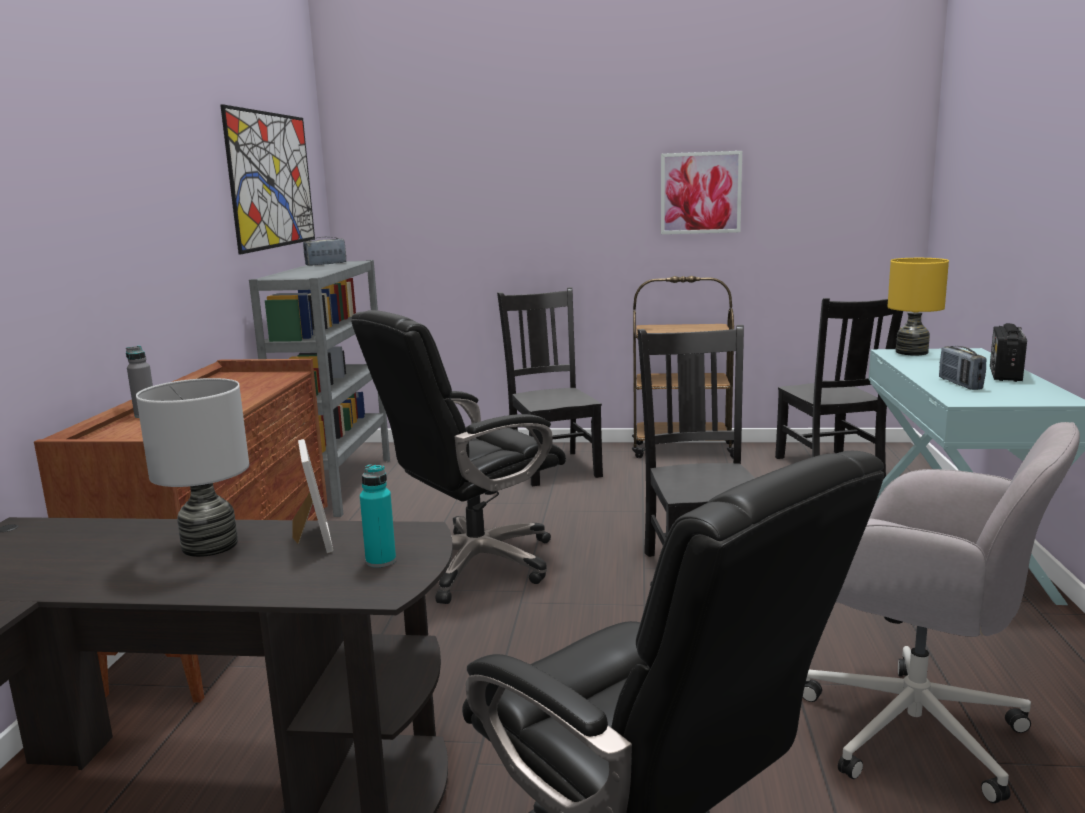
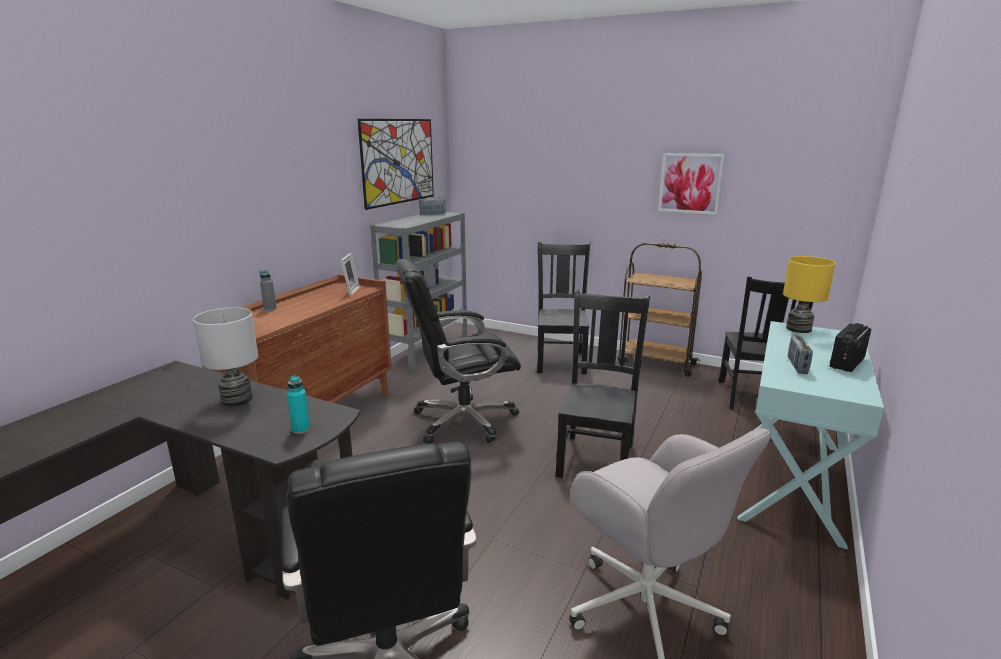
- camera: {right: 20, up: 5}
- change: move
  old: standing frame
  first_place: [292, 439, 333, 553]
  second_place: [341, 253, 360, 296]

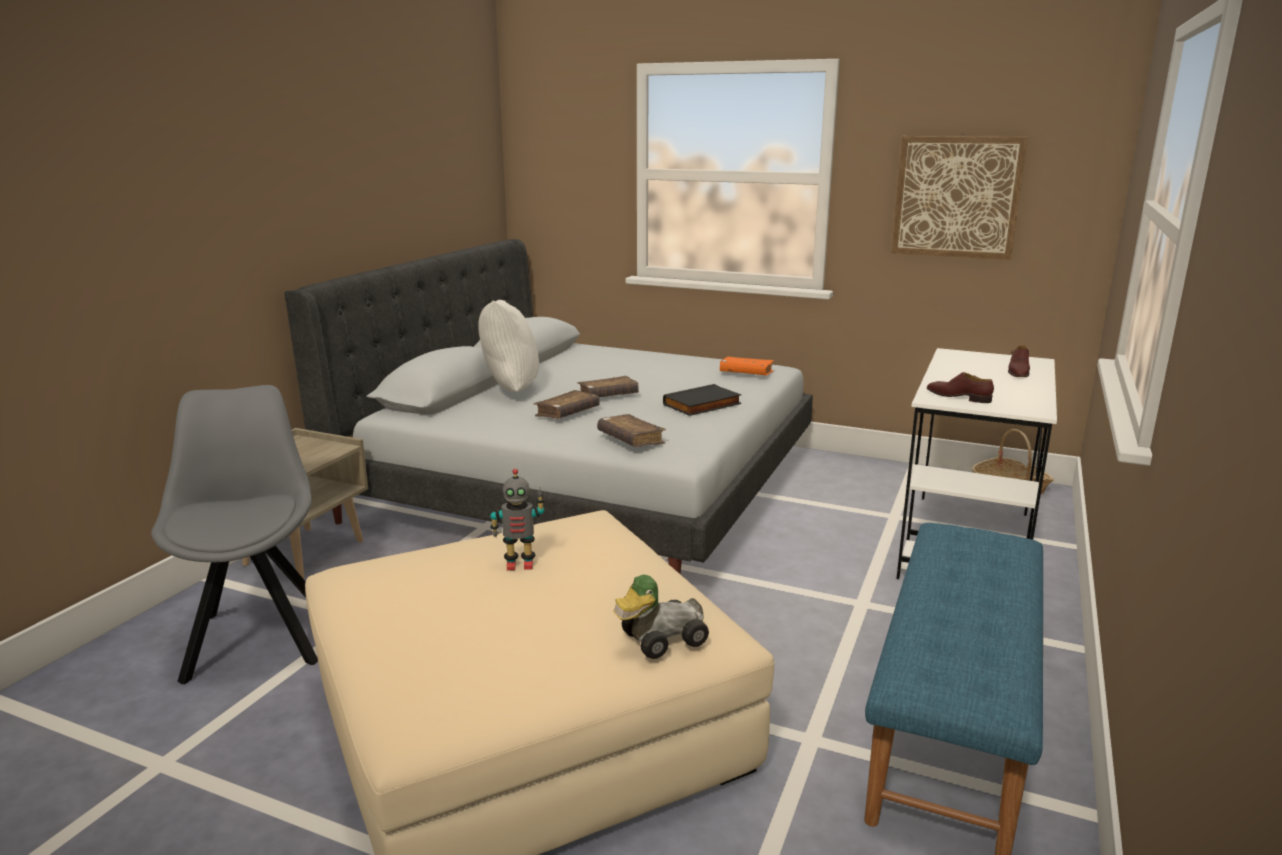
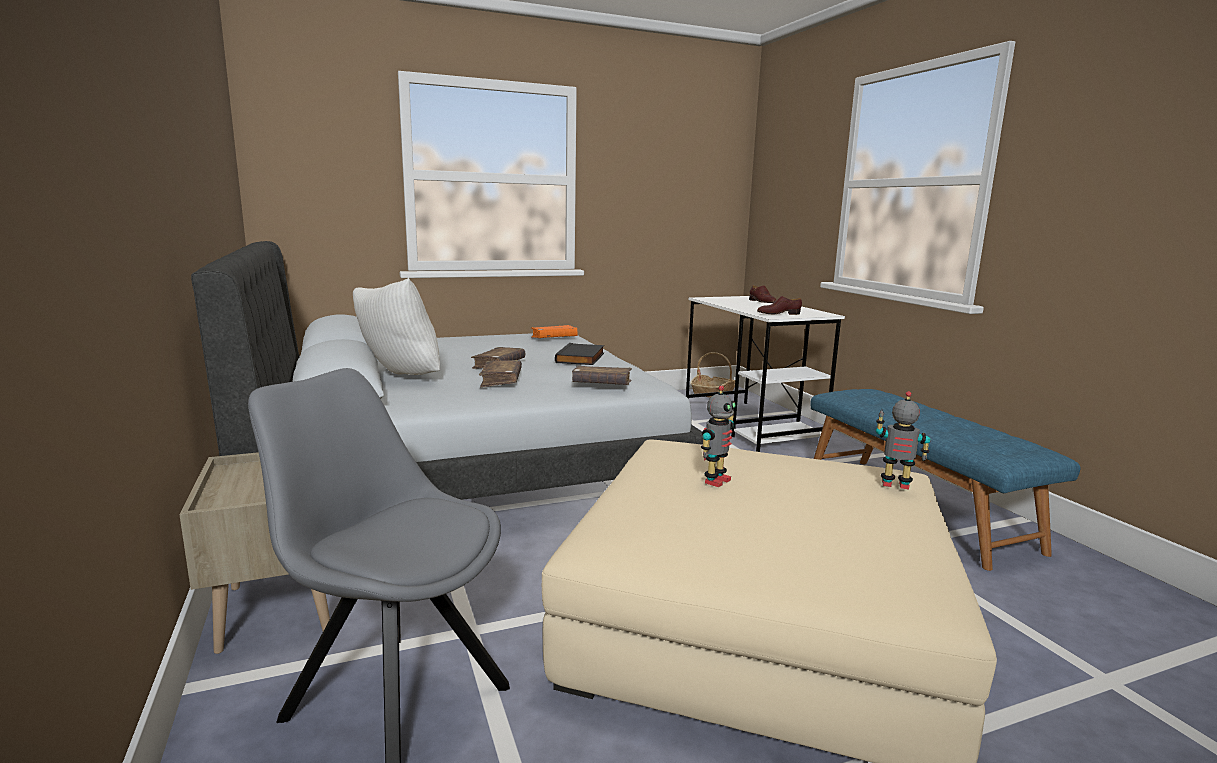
- camera: {right: -45, up: -5}
- change: delete
  old: wall picture
  first_place: [891, 133, 1028, 260]
- change: replace
  old: toy car
  new: robot figure
  first_place: [613, 575, 709, 659]
  second_place: [876, 391, 931, 489]

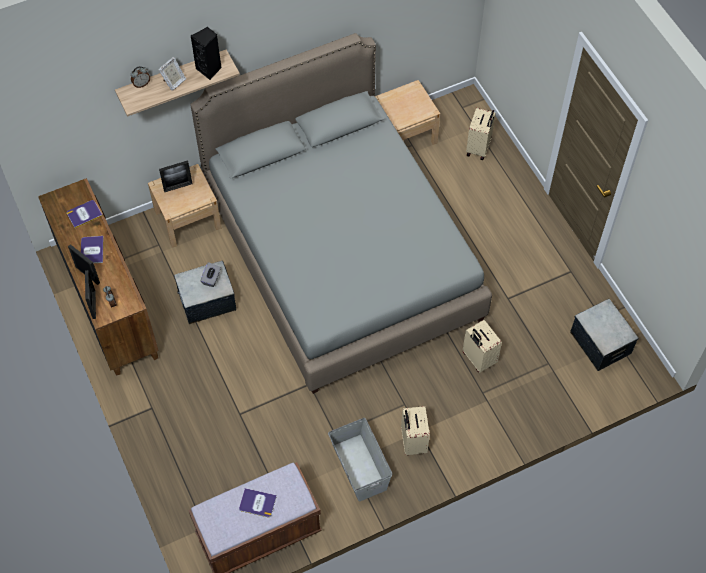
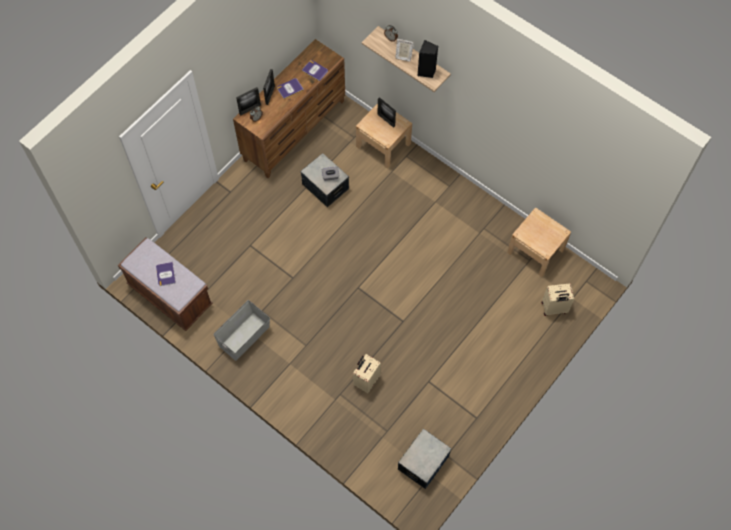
- camera: {right: 65, up: 5}
- change: delete
  old: gray bedroom bed
  first_place: [190, 33, 492, 394]
- change: delete
  old: sand-coloured travel case
  first_place: [401, 406, 430, 455]

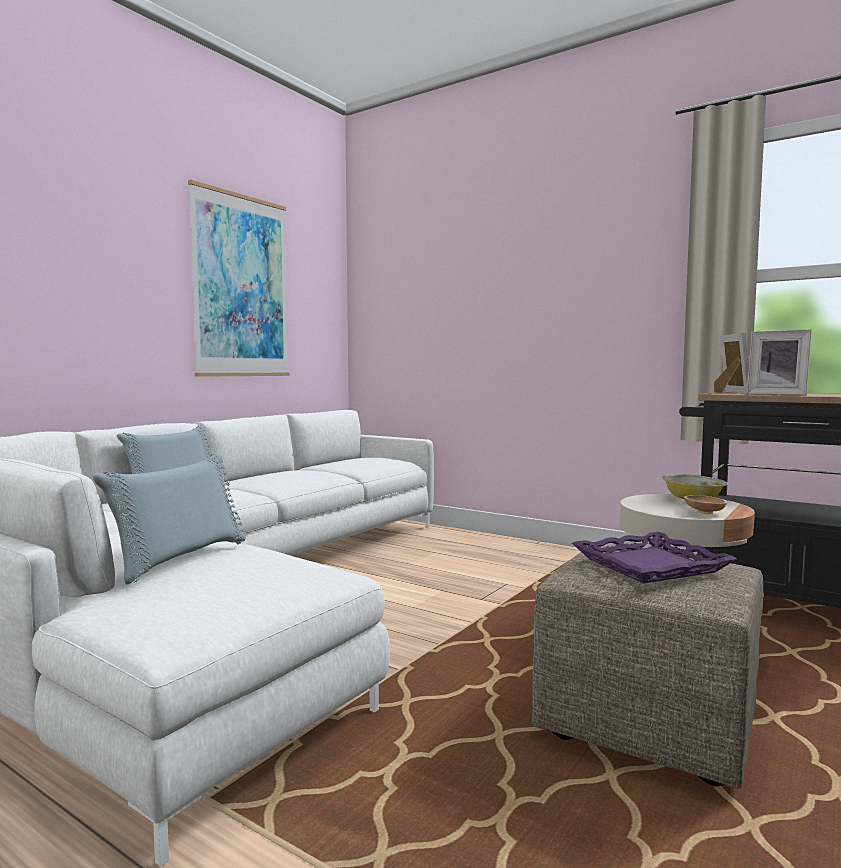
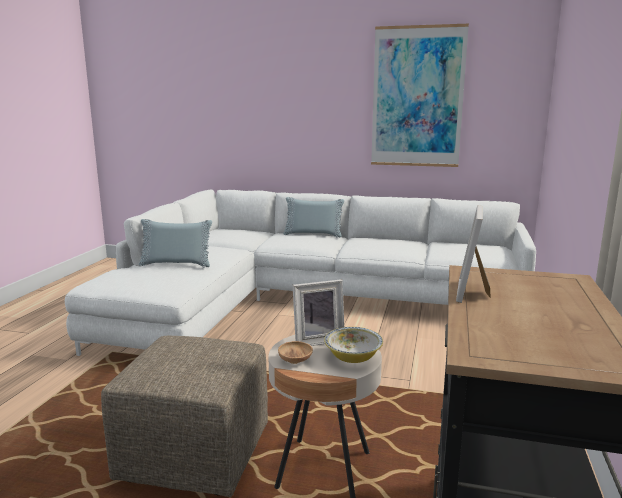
- camera: {right: 70, up: 10}
- change: move
  old: standing frame
  first_place: [714, 333, 749, 393]
  second_place: [293, 279, 344, 346]
- change: delete
  old: purple-coloured carrying tray
  first_place: [572, 532, 737, 584]

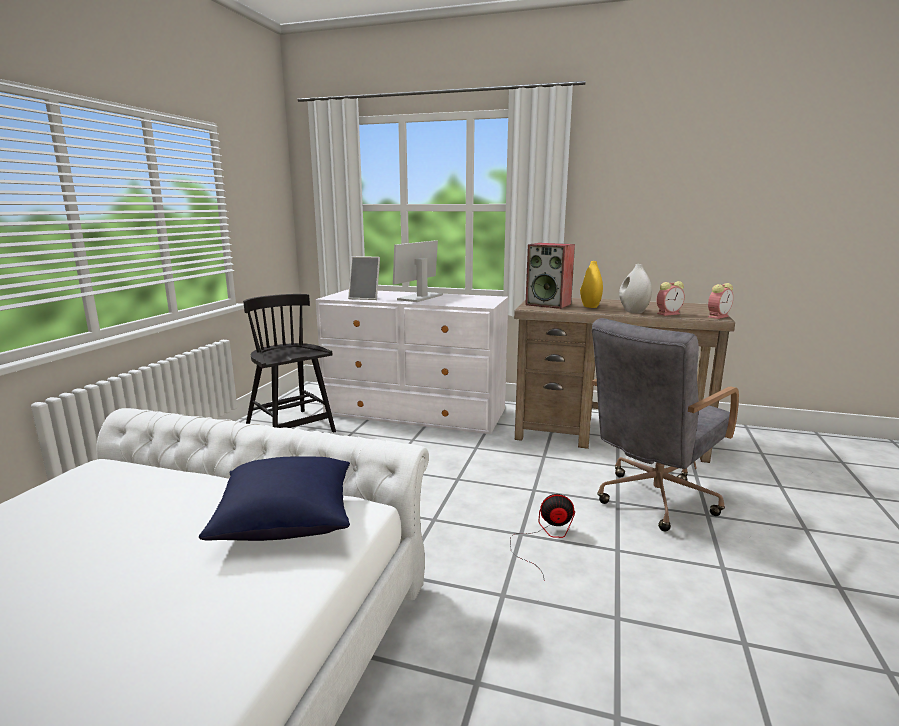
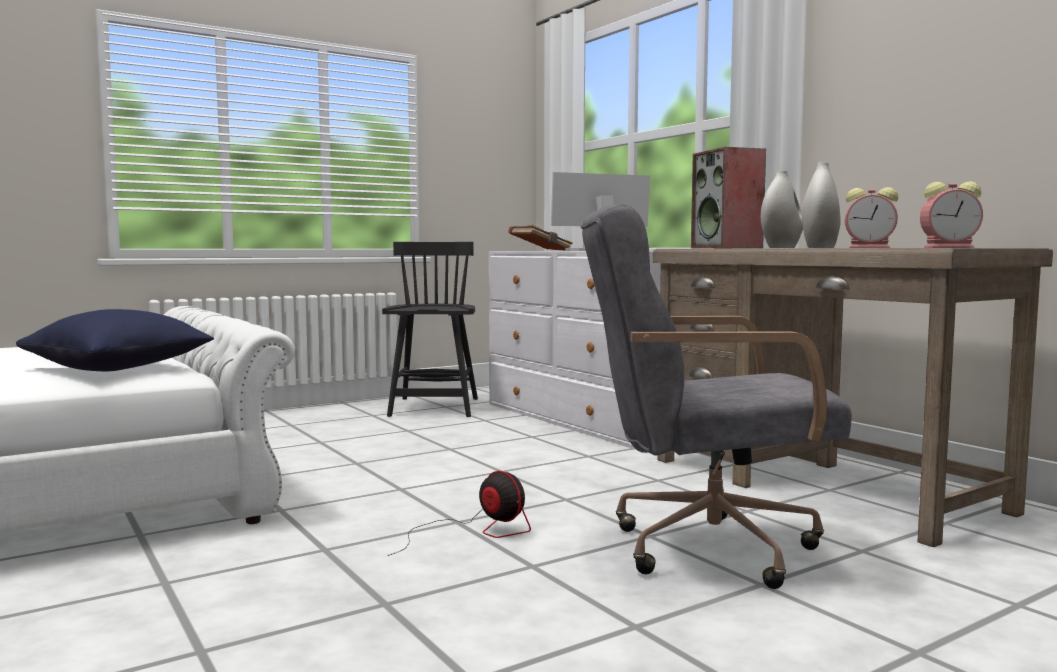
- camera: {right: 40, up: -10}
- change: replace
  old: standing frame
  new: brown bound book
  first_place: [348, 256, 380, 300]
  second_place: [508, 225, 573, 251]
- change: recolor
  old: yellow vase
  new: white-coloured vase
  first_place: [580, 261, 603, 308]
  second_place: [761, 170, 803, 248]

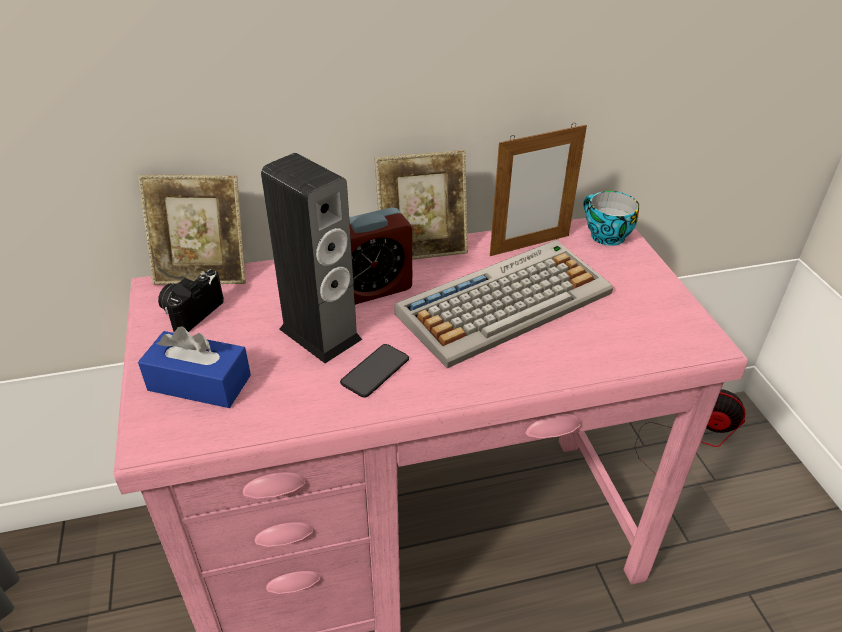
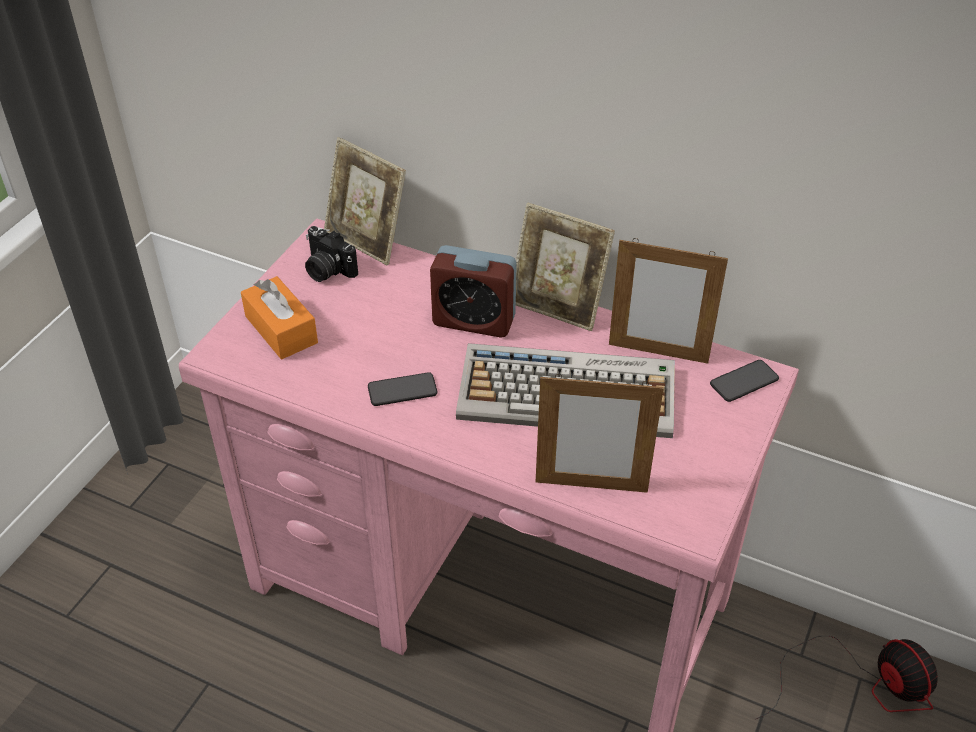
- camera: {right: 40, up: 5}
- change: delete
  old: loudspeaker
  first_place: [261, 153, 362, 363]
- change: replace
  old: cup
  new: phone
  first_place: [583, 191, 639, 246]
  second_place: [710, 360, 779, 402]
- change: rotate
  old: photo camera
  first_place: [158, 269, 224, 332]
  second_place: [305, 226, 358, 282]
  degrees: -120
- change: recolor
  old: bluish tissue box
  new: orangey tissue box
  first_place: [138, 326, 251, 408]
  second_place: [241, 276, 318, 359]
- change: insert
  new: standing frame
  second_place: [536, 374, 664, 493]

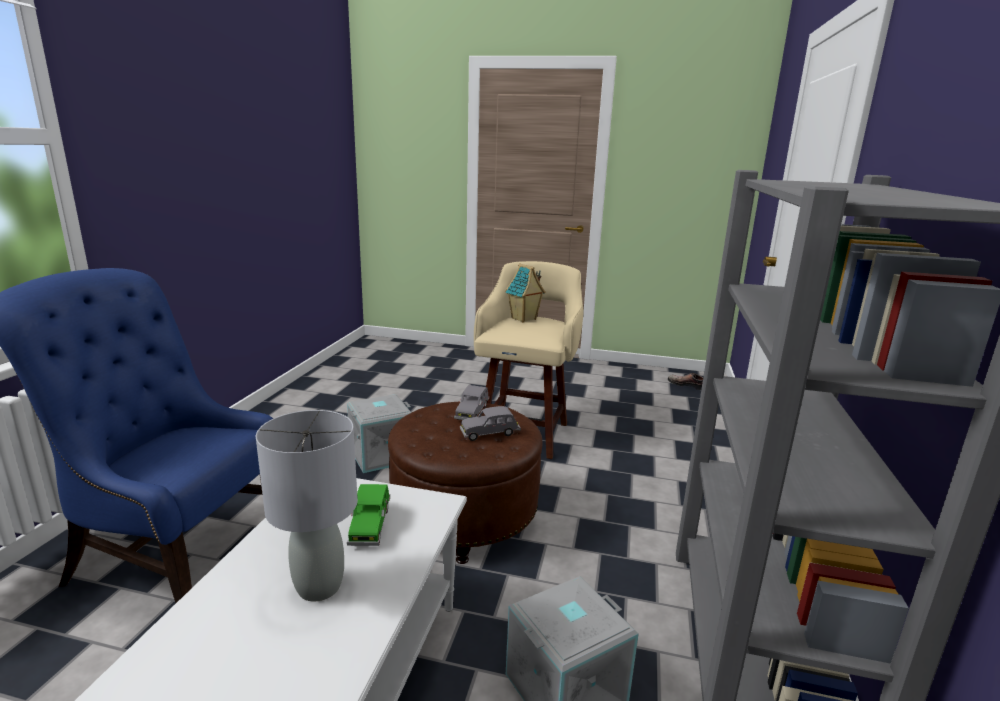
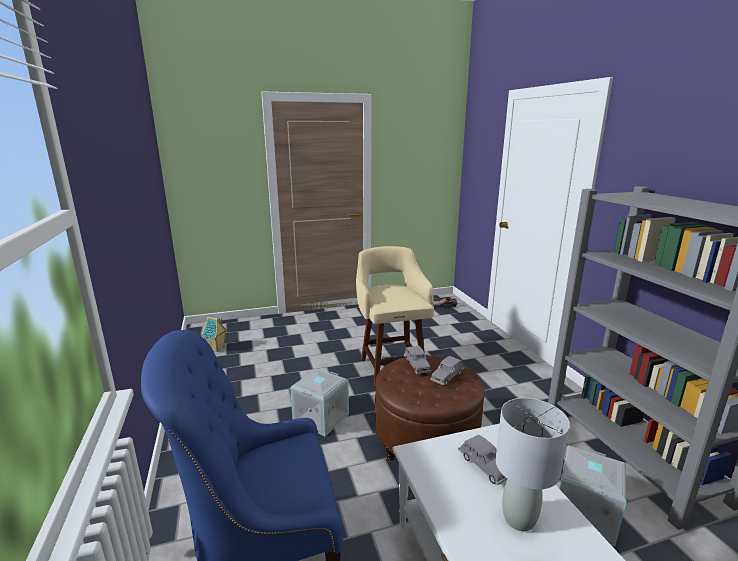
- camera: {right: -30, up: 0}
- change: move
  old: miniature house
  first_place: [505, 263, 546, 323]
  second_place: [201, 316, 227, 352]
- change: recolor
  old: green-coloured toy car
  new: gray toy car
  first_place: [347, 484, 390, 546]
  second_place: [458, 435, 507, 486]

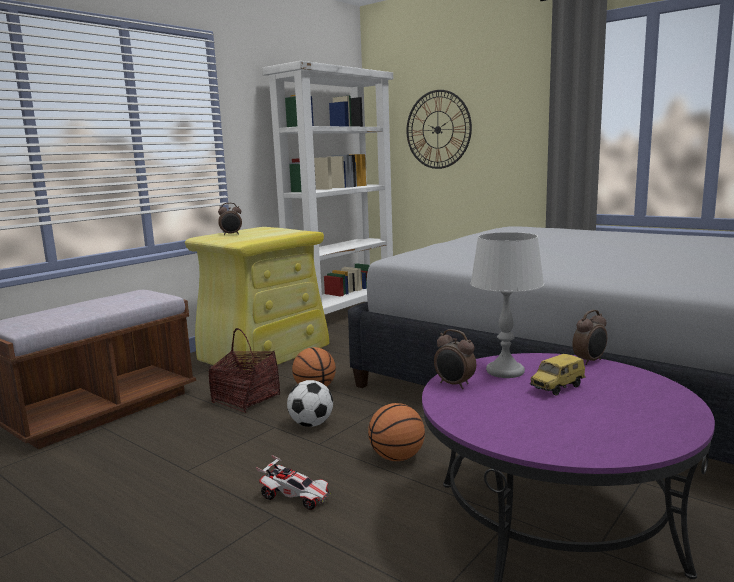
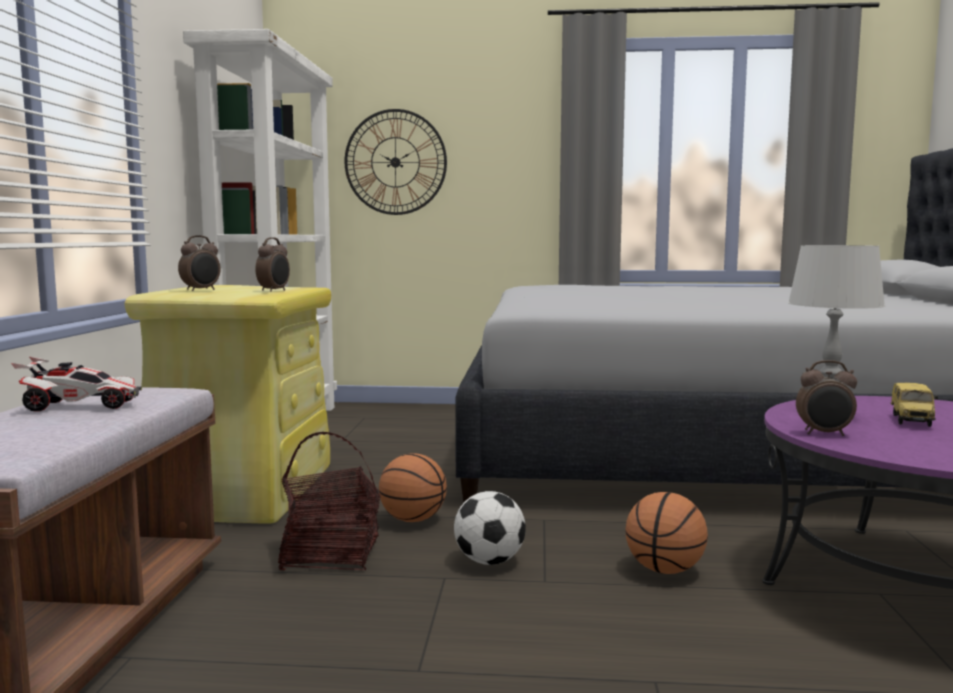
- camera: {right: -35, up: -5}
- change: move
  old: bedside clock
  first_place: [572, 310, 607, 365]
  second_place: [255, 237, 290, 292]
- change: move
  old: toy car
  first_place: [256, 455, 331, 510]
  second_place: [11, 357, 142, 412]

